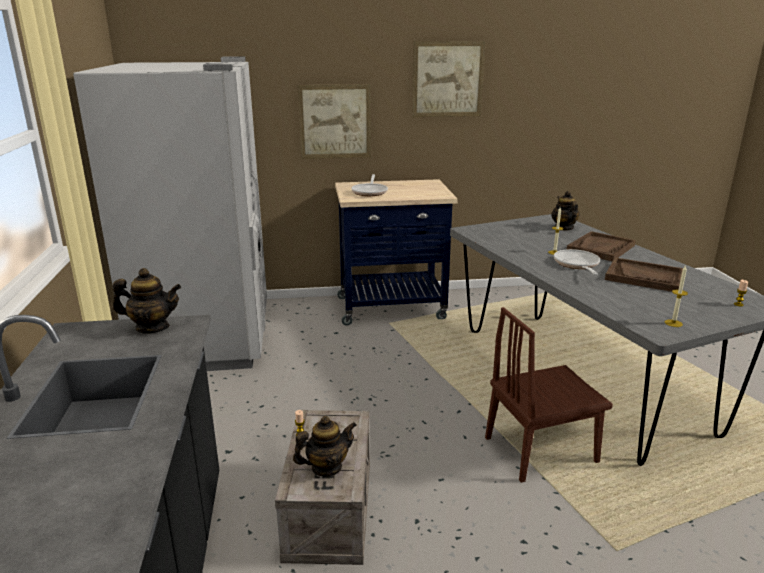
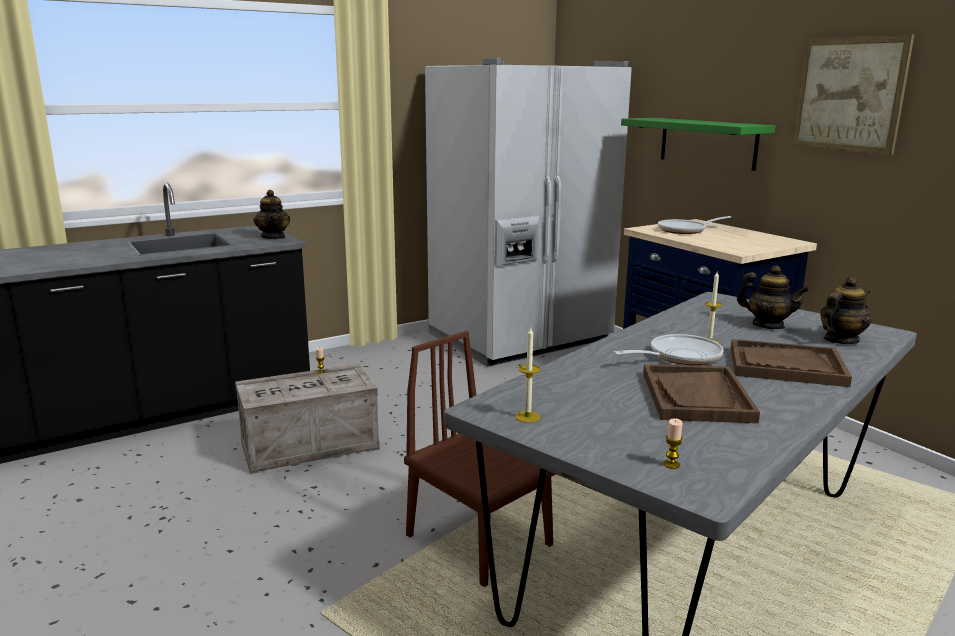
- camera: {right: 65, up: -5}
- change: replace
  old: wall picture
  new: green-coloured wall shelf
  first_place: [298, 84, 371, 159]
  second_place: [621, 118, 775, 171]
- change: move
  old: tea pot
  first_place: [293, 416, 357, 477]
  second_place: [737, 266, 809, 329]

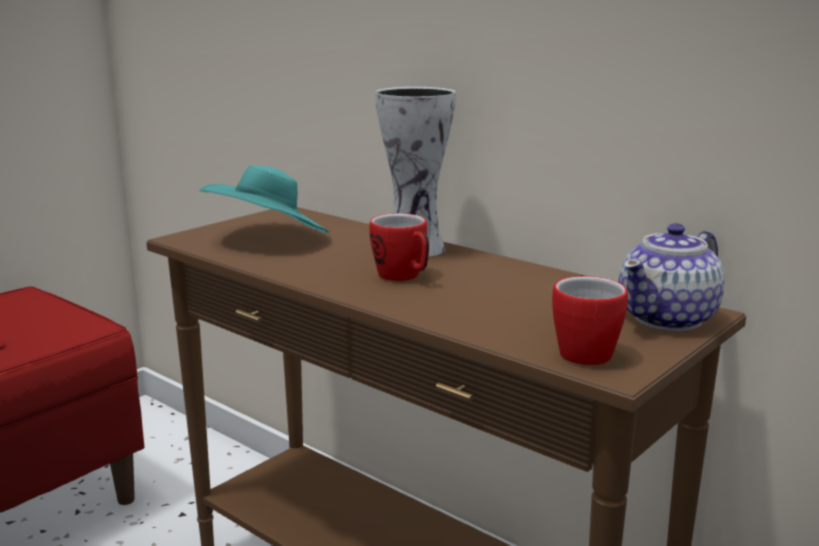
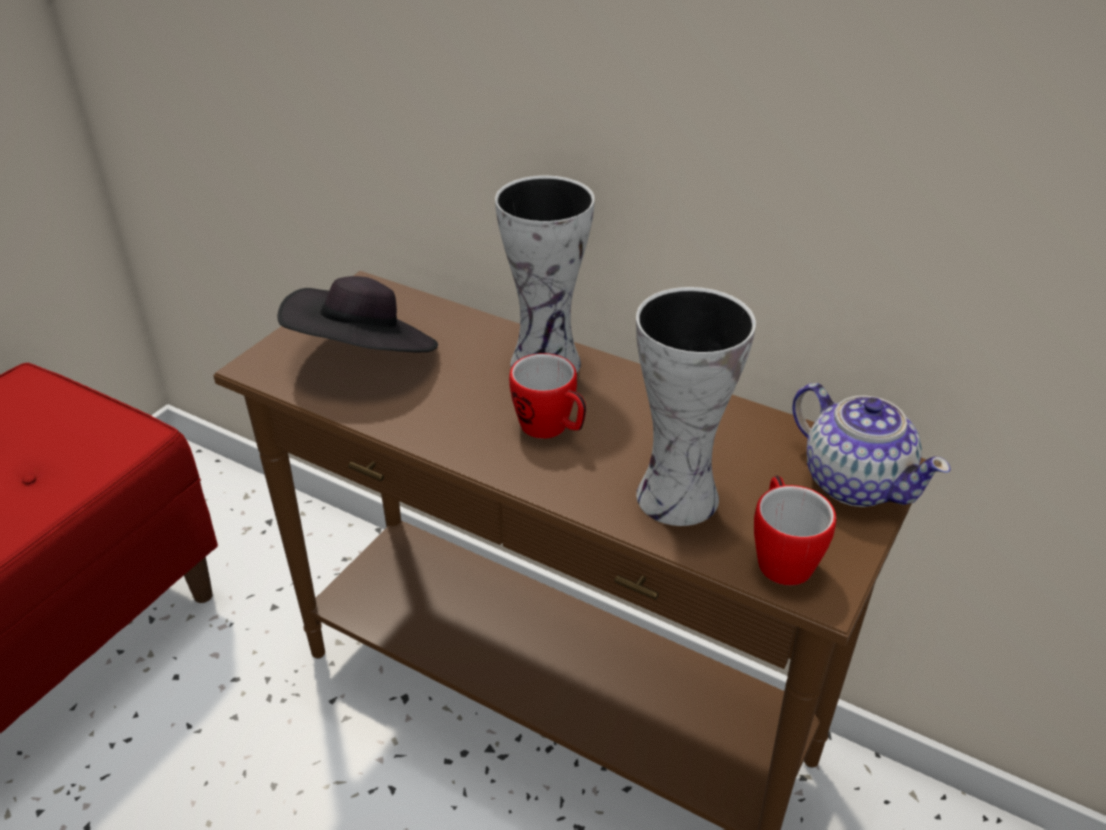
- camera: {right: -10, up: 20}
- change: recolor
  old: turquoise-coloured wearable hat
  new: blackish wearable hat
  first_place: [199, 165, 329, 233]
  second_place: [277, 276, 438, 352]
- change: rotate
  old: tea pot
  first_place: [619, 223, 725, 331]
  second_place: [792, 383, 951, 507]
  degrees: -75
- change: insert
  new: vase
  second_place: [636, 287, 756, 526]

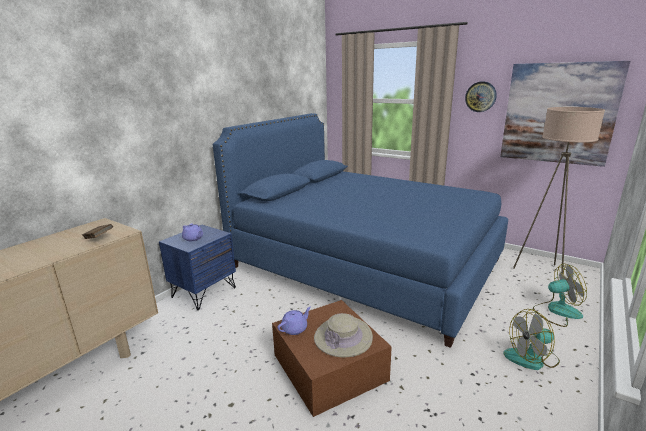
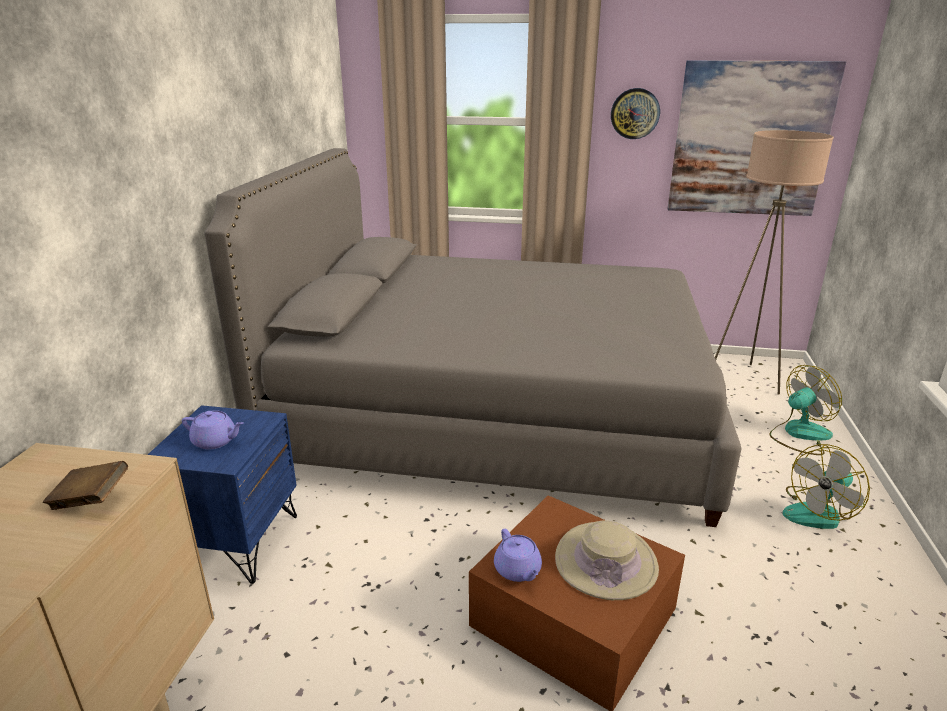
- camera: {right: -25, up: 5}
- change: recolor
  old: bluish bedroom bed
  new: gray bedroom bed
  first_place: [213, 113, 508, 348]
  second_place: [204, 148, 742, 527]
- change: rotate
  old: purple-coloured tea pot
  first_place: [277, 307, 311, 335]
  second_place: [494, 529, 542, 582]
  degrees: 135

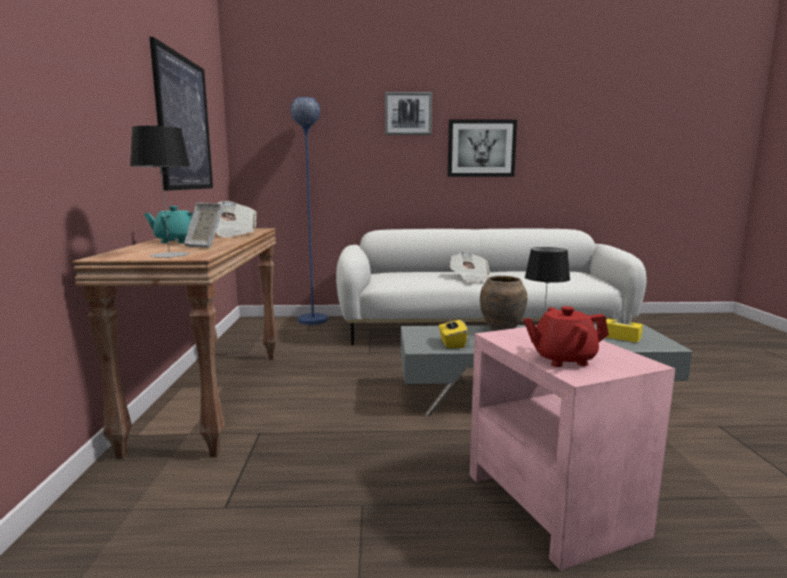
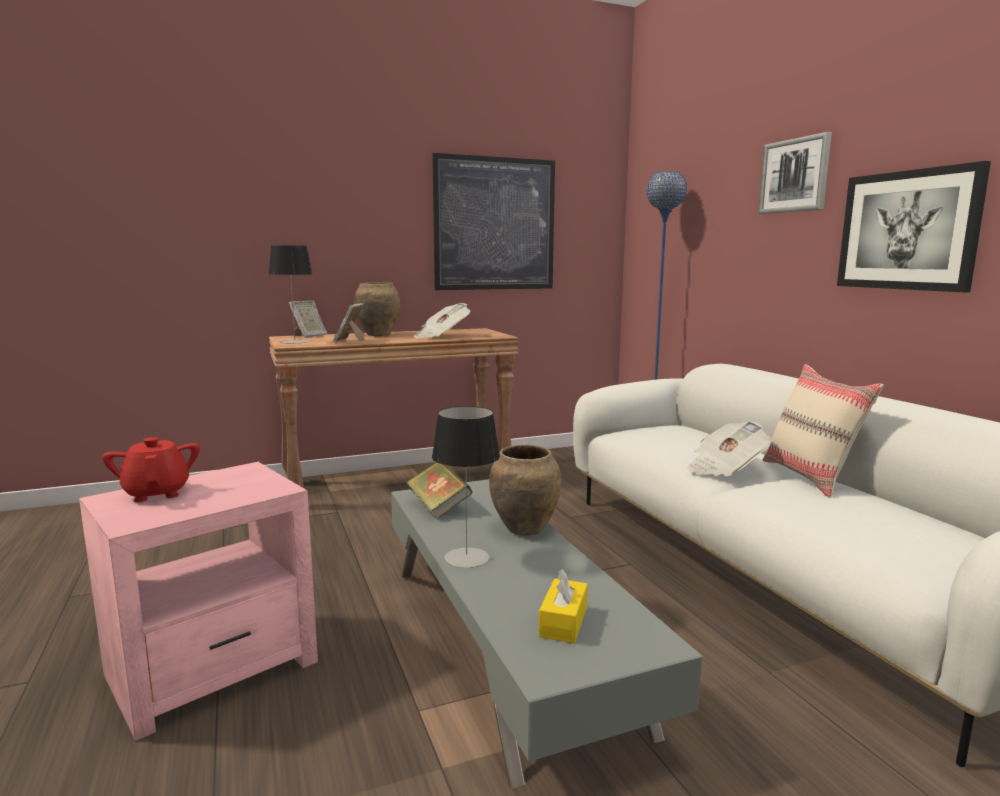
- camera: {right: 70, up: 0}
- change: replace
  old: turquoise-coloured tea pot
  new: brown vase
  first_place: [144, 206, 193, 243]
  second_place: [354, 282, 400, 336]
- change: replace
  old: yellow tissue box
  new: bound book
  first_place: [439, 317, 468, 348]
  second_place: [406, 462, 473, 519]
- change: insert
  new: standing frame
  second_place: [289, 301, 327, 338]
- change: insert
  new: sand-coloured cushion
  second_place: [763, 364, 884, 498]

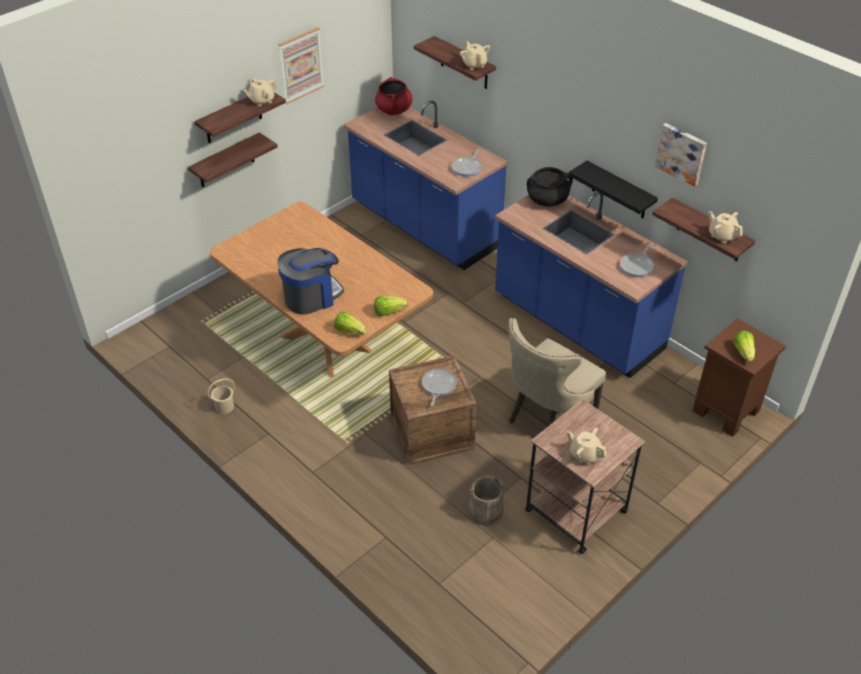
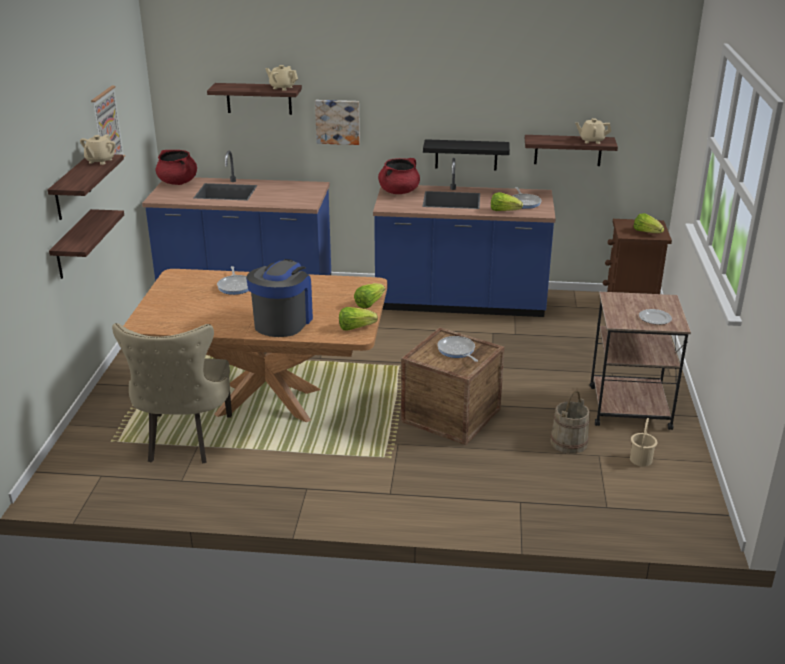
- camera: {right: -40, up: -15}
- change: move
  old: wall picture
  first_place: [655, 123, 707, 187]
  second_place: [315, 100, 360, 145]
- change: move
  old: frying pan
  first_place: [452, 149, 482, 177]
  second_place: [217, 266, 249, 295]
- change: recolor
  old: blackish saucepot
  new: red saucepot
  first_place: [527, 167, 573, 206]
  second_place: [378, 158, 420, 194]
- change: move
  old: sand-coloured upright chair
  first_place: [508, 318, 606, 426]
  second_place: [112, 323, 232, 464]
- change: move
  old: sand-coloured water bucket
  first_place: [207, 378, 235, 414]
  second_place: [630, 418, 657, 466]
- change: replace
  old: sand-coloured tea pot
  new: dinner plate
  first_place: [567, 428, 607, 464]
  second_place: [639, 309, 672, 325]
- change: insert
  new: lettuce
  second_place: [491, 192, 523, 211]

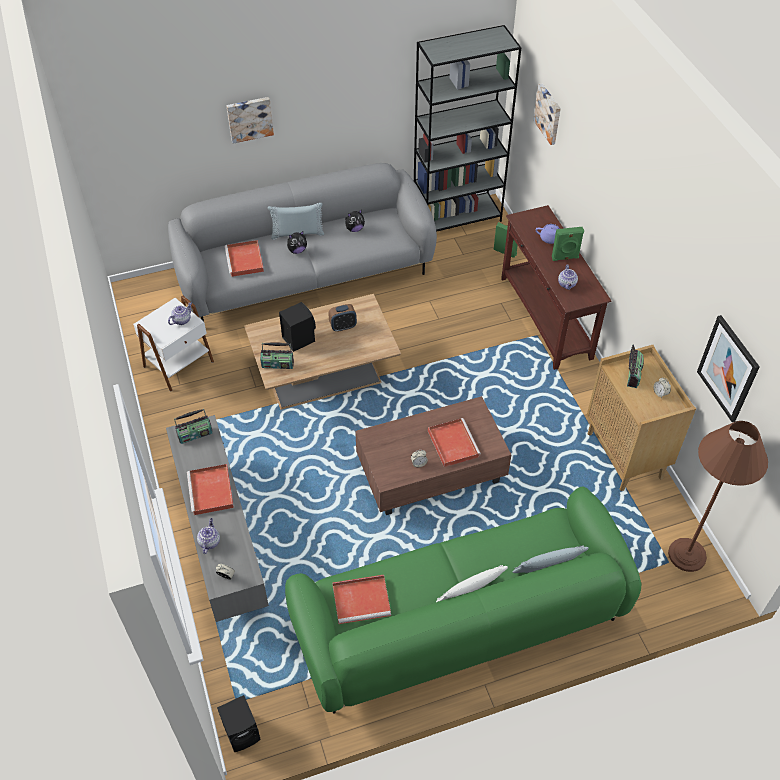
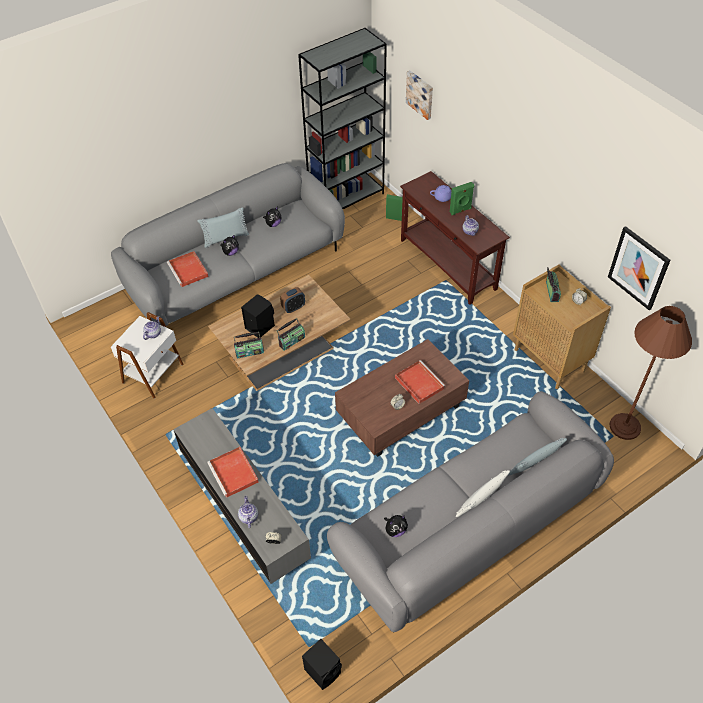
- camera: {right: -15, up: 0}
- change: delete
  old: wall picture
  first_place: [226, 97, 274, 144]
- change: move
  old: radio
  first_place: [174, 409, 213, 444]
  second_place: [277, 318, 305, 351]
- change: recolor
  old: green-coloured sofa
  new: gray sofa
  first_place: [285, 487, 641, 714]
  second_place: [327, 391, 614, 633]
- change: replace
  old: red carrying tray
  new: cuddly toy
  first_place: [332, 575, 391, 624]
  second_place: [384, 515, 408, 537]

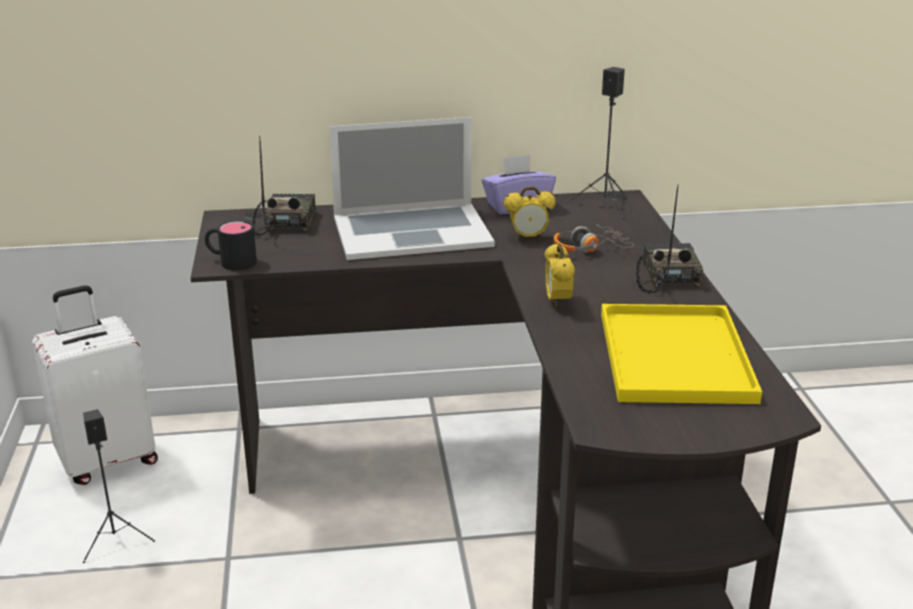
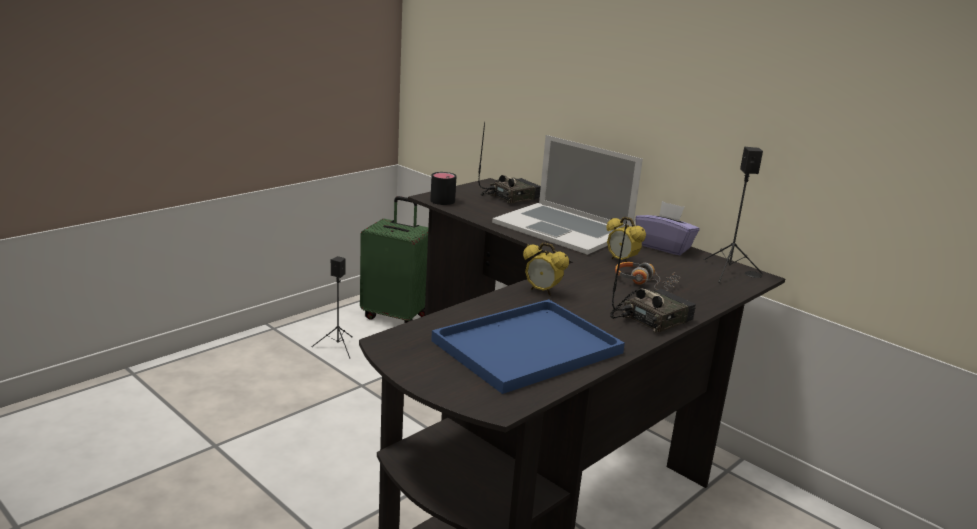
- camera: {right: 50, up: -5}
- change: rotate
  old: bedside clock
  first_place: [545, 243, 575, 308]
  second_place: [523, 242, 569, 295]
  degrees: -105
- change: recolor
  old: white-coloured travel case
  new: green-coloured travel case
  first_place: [32, 285, 158, 485]
  second_place: [360, 196, 428, 323]
- change: recolor
  old: yellow carrying tray
  new: bluish carrying tray
  first_place: [601, 304, 762, 404]
  second_place: [431, 299, 625, 394]

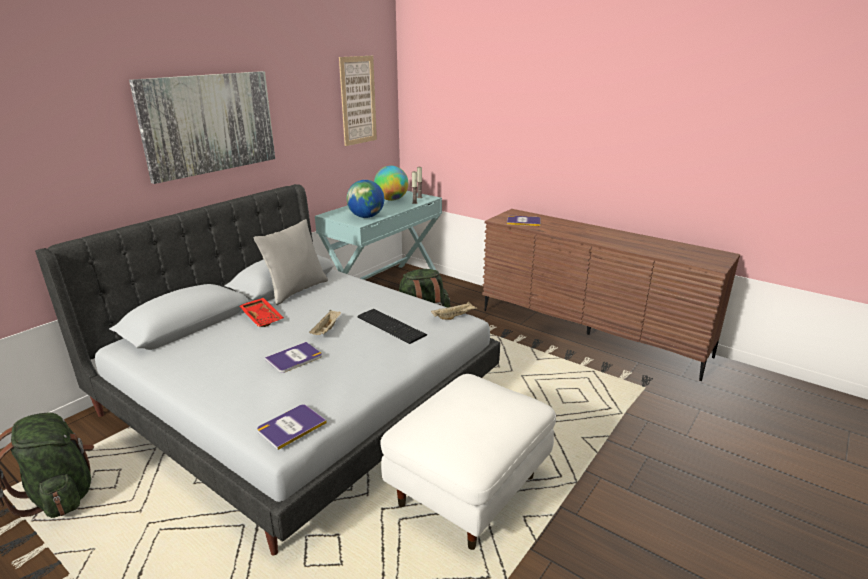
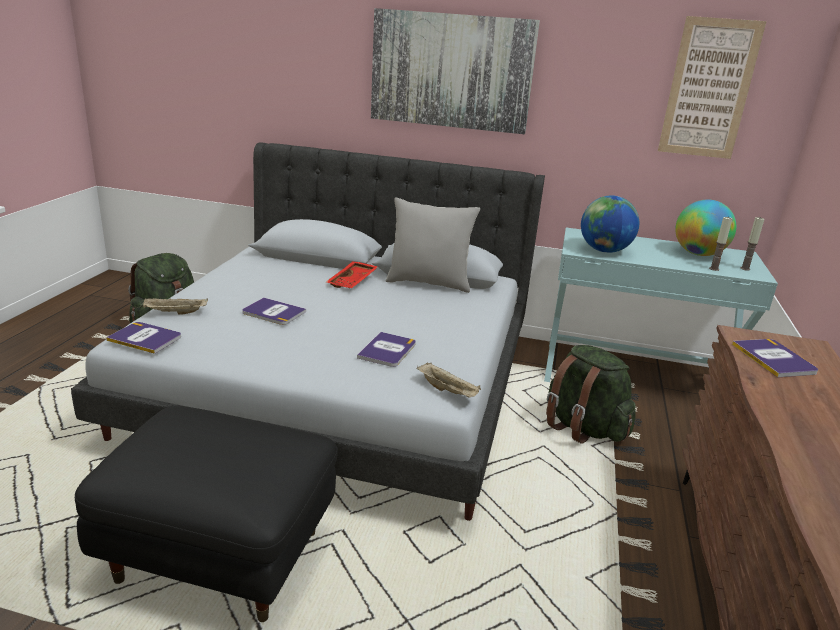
- camera: {right: 65, up: 0}
- change: replace
  old: PC keyboard
  new: bound book
  first_place: [357, 309, 427, 344]
  second_place: [357, 332, 416, 367]
- change: move
  old: sand-coloured carrying tray
  first_place: [309, 310, 341, 335]
  second_place: [143, 298, 208, 315]
- change: recolor
  old: white-coloured footrest
  new: blackish footrest
  first_place: [380, 374, 556, 550]
  second_place: [75, 405, 338, 622]

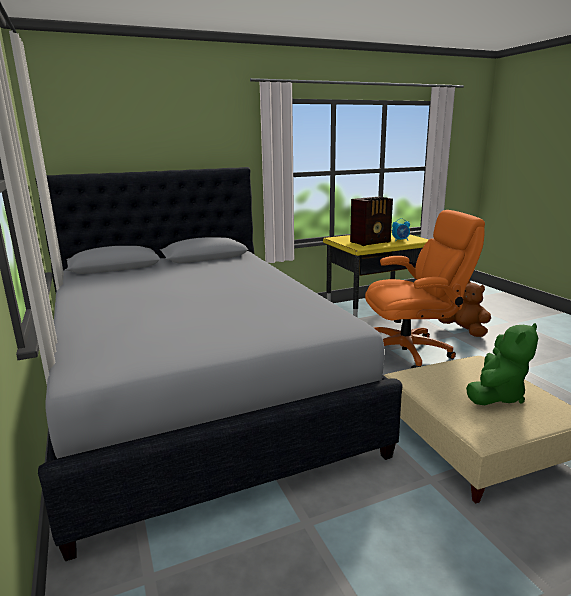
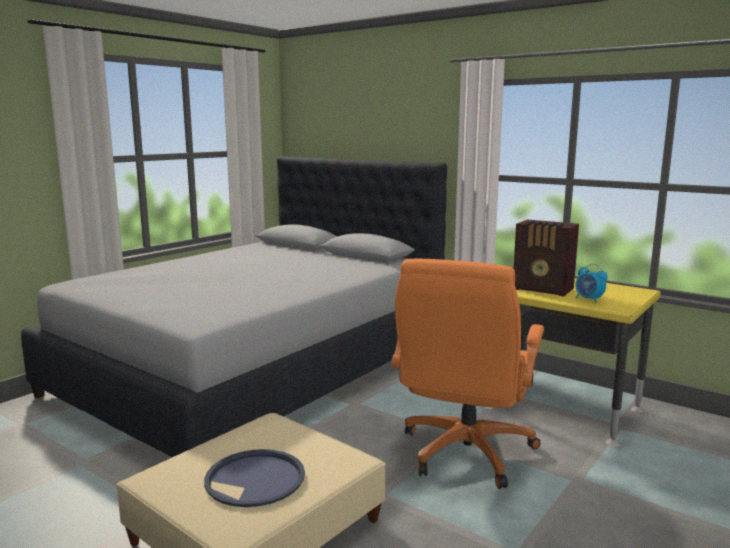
- camera: {right: 60, up: -5}
- change: rotate
  old: orangey desk chair
  first_place: [365, 210, 485, 368]
  second_place: [392, 259, 544, 489]
  degrees: 60
- change: delete
  old: brown cuddly toy
  first_place: [438, 281, 491, 337]
- change: replace
  old: green-coloured cuddly toy
  new: bluish carrying tray
  first_place: [466, 323, 538, 405]
  second_place: [204, 449, 305, 507]

